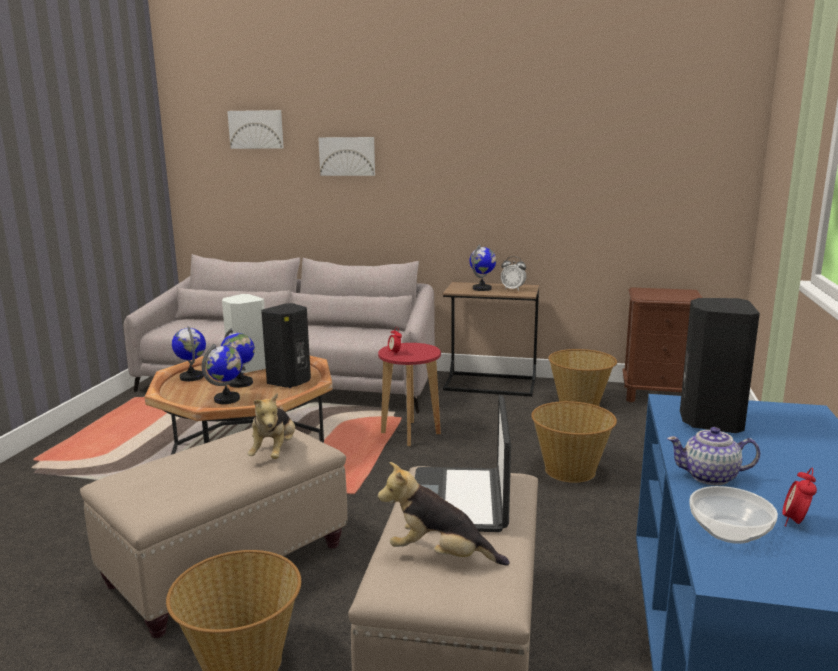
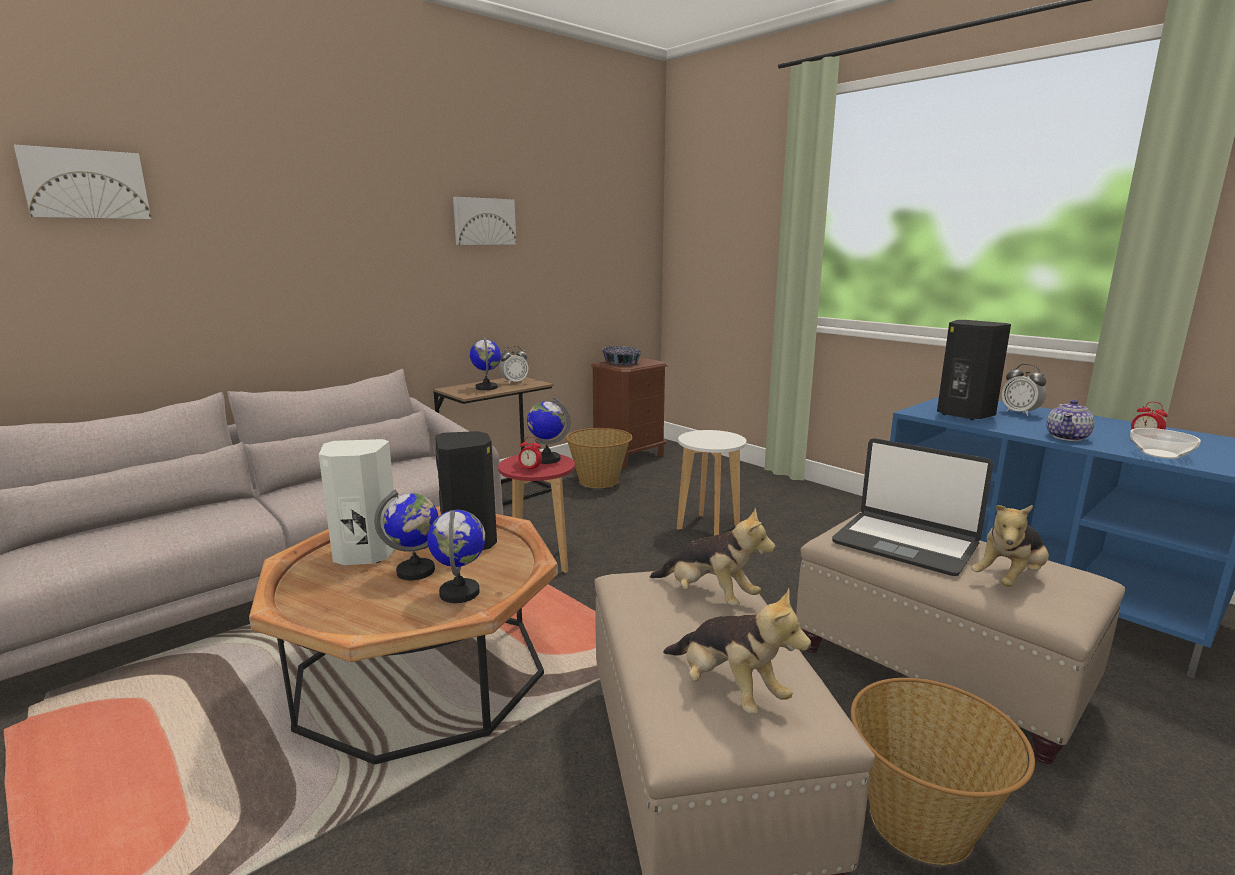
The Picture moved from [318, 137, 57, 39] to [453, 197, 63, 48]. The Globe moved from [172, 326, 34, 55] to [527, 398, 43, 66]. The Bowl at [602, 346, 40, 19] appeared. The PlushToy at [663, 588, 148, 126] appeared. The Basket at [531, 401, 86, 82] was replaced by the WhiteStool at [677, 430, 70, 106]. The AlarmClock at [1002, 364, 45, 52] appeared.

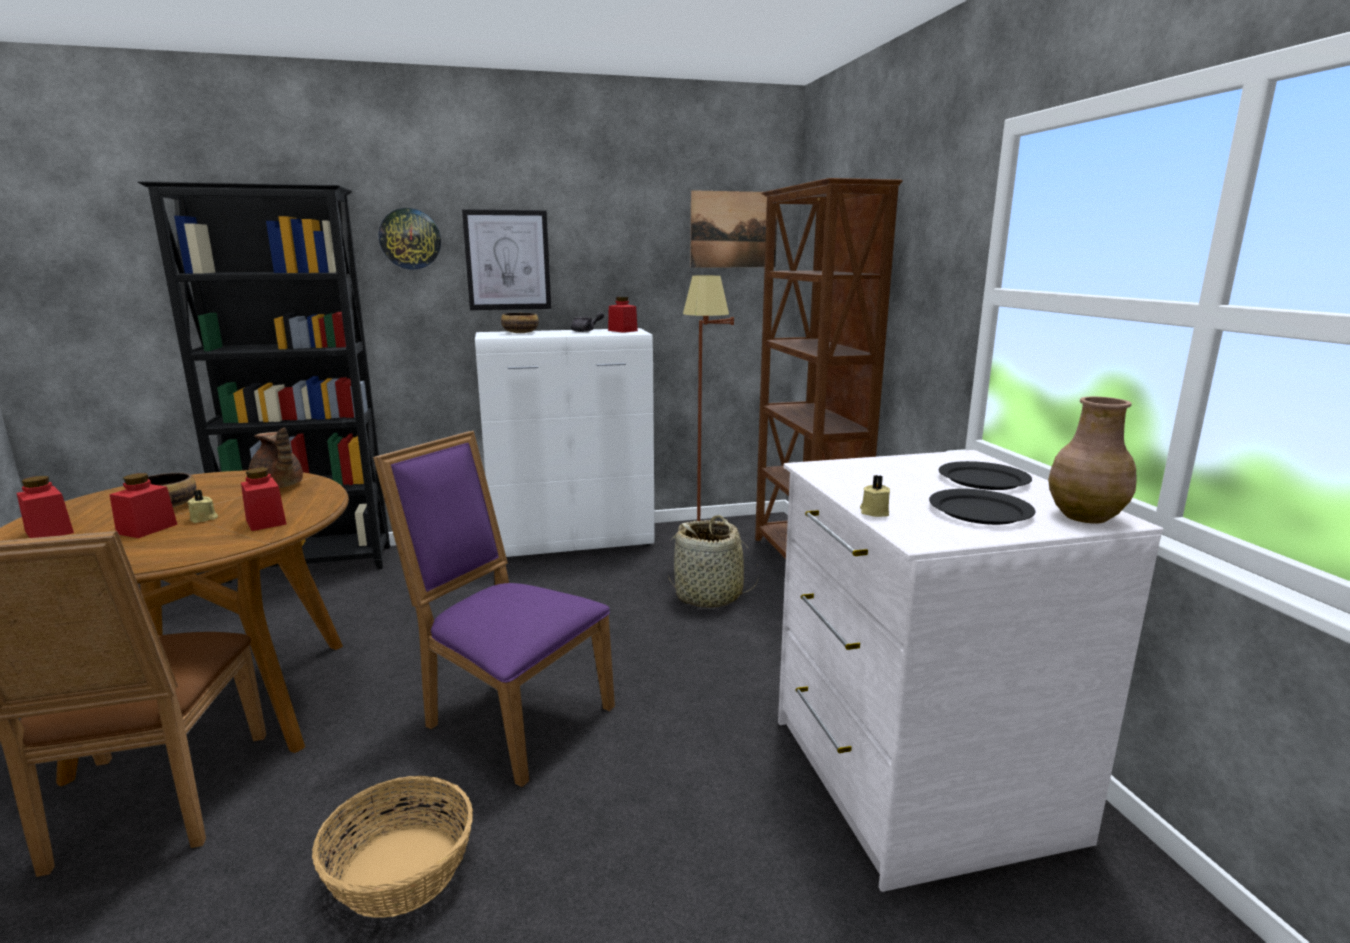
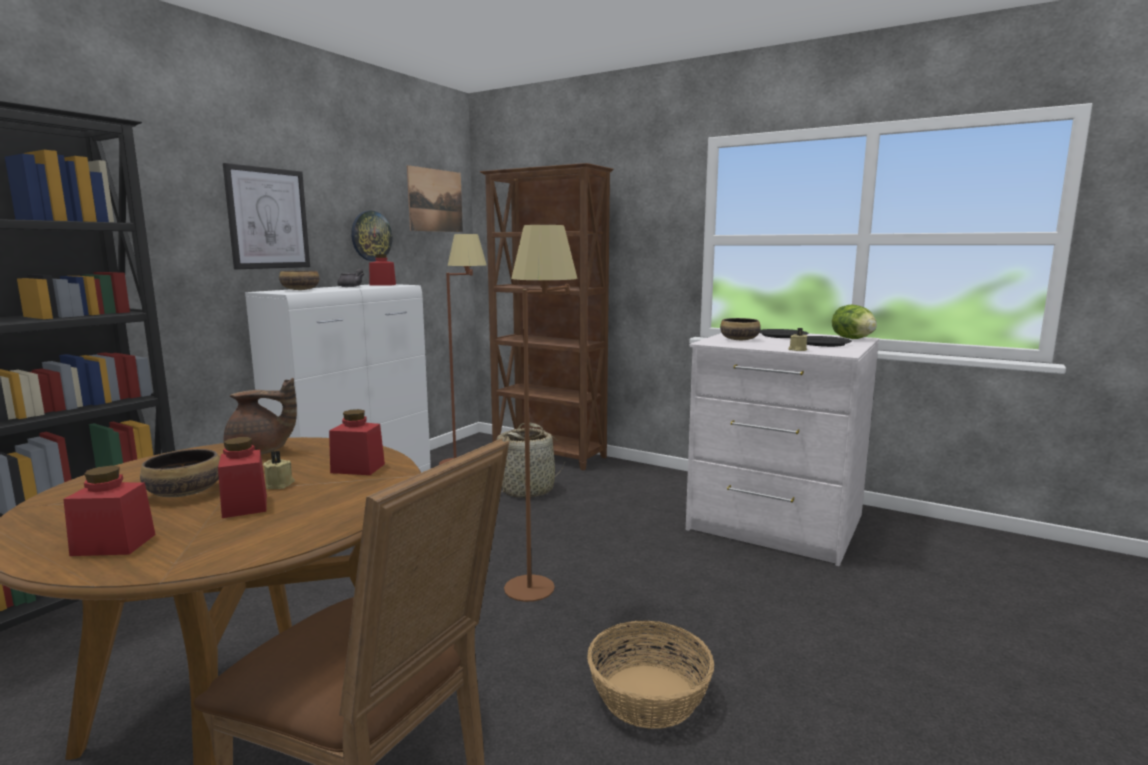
The WallClock moved from [379, 208, 62, 62] to [351, 211, 41, 50]. The PurpleChair at [373, 431, 242, 356] was replaced by the BrownFloorLamp at [504, 225, 74, 377]. The Bowl at [720, 318, 41, 22] appeared. The BrownVase at [1048, 397, 89, 127] was replaced by the Lettuce at [832, 305, 45, 34].

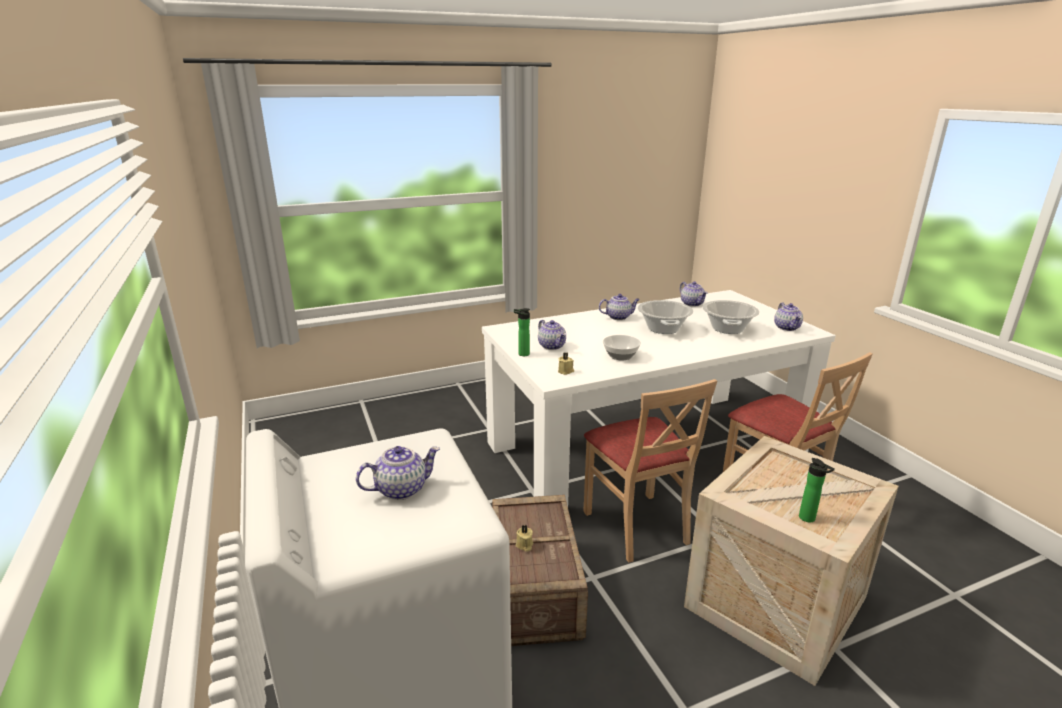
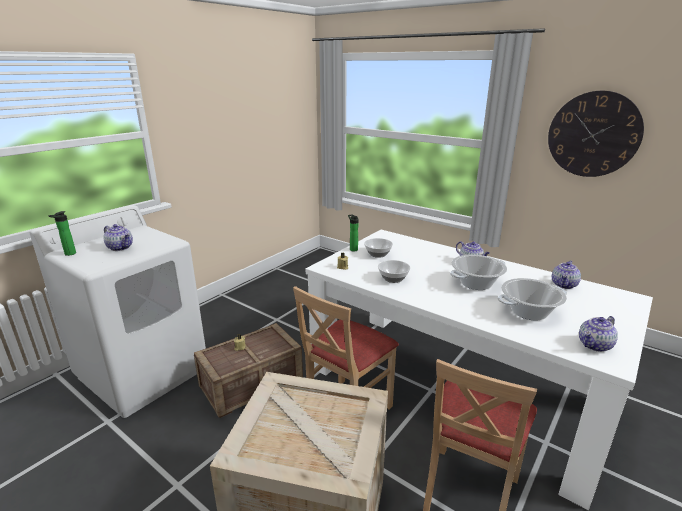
The Bottle moved from [799, 458, 36, 65] to [48, 211, 28, 45]. The Teapot at [538, 320, 28, 30] was replaced by the Bowl at [364, 238, 29, 20]. The WallClock at [548, 91, 96, 86] appeared.

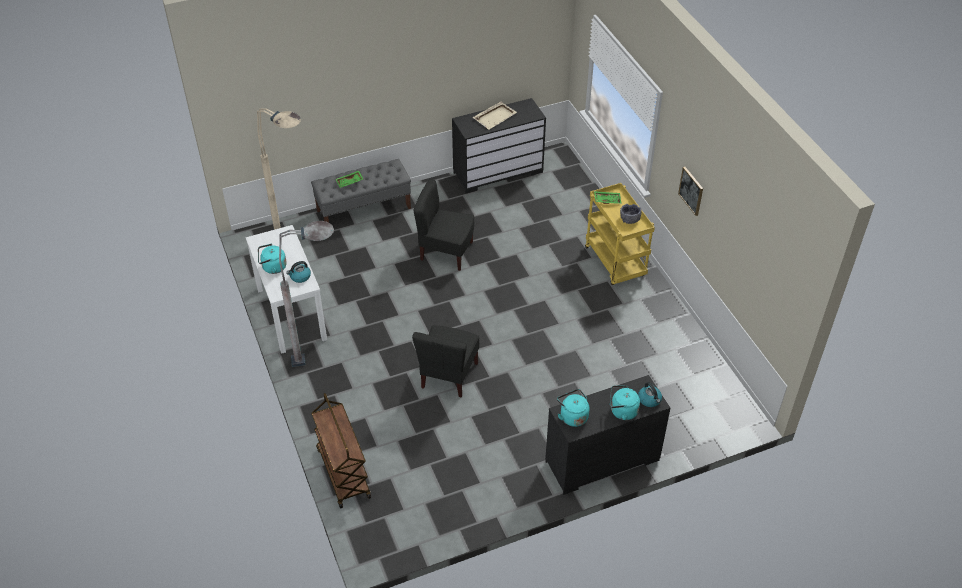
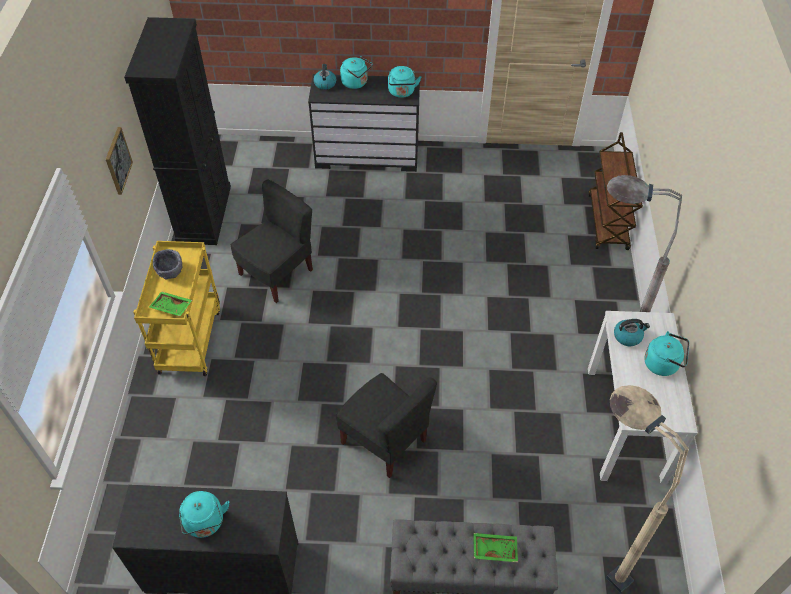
The BlackCabinet at [124, 17, 107, 228] appeared. The BeigeTray at [473, 102, 44, 28] was replaced by the TurquoiseKettle at [179, 491, 51, 47]. The BlackChair moved from [412, 325, 67, 72] to [231, 180, 82, 123].

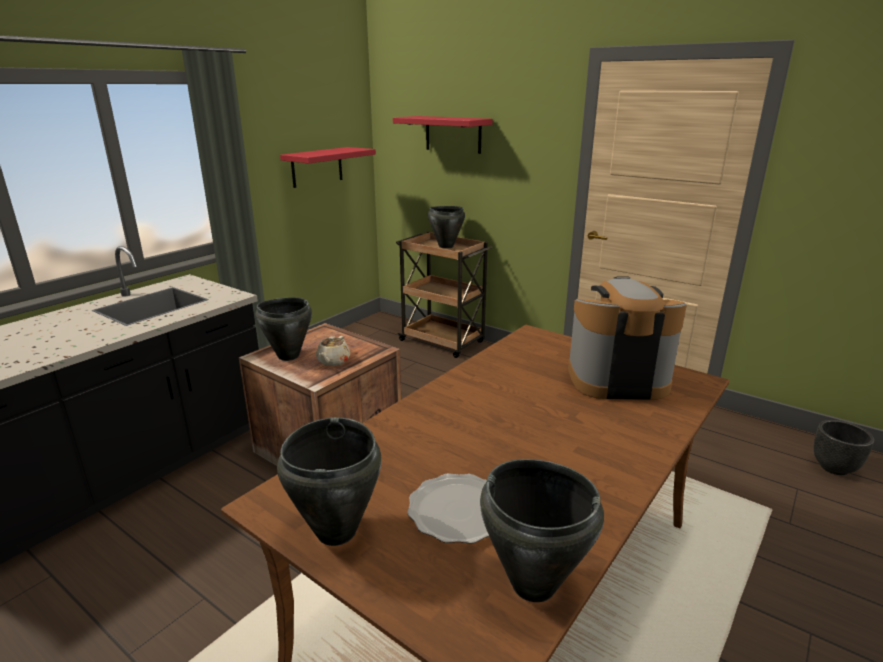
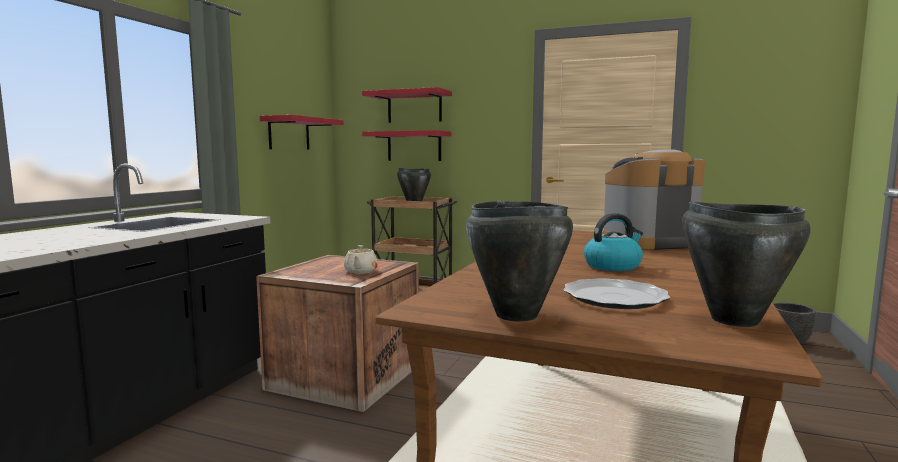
The RedShelf at [362, 130, 89, 31] appeared. The Kettle at [584, 213, 59, 58] appeared. The BlackCookingPot at [255, 298, 57, 63] disappeared.

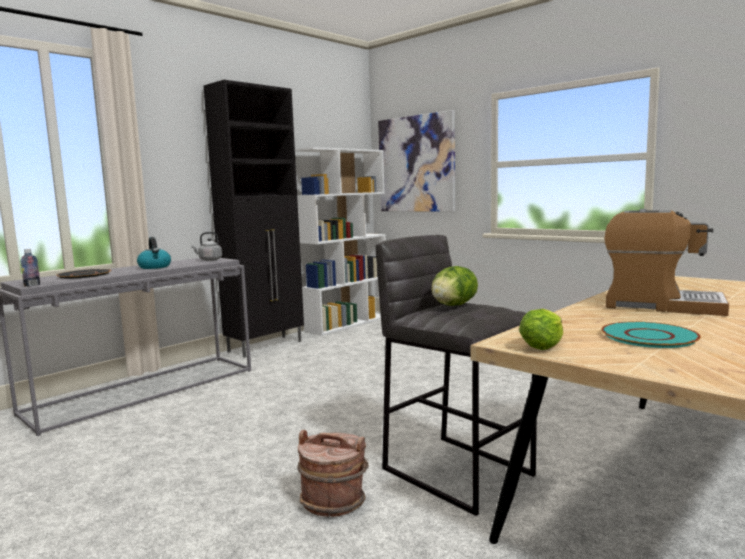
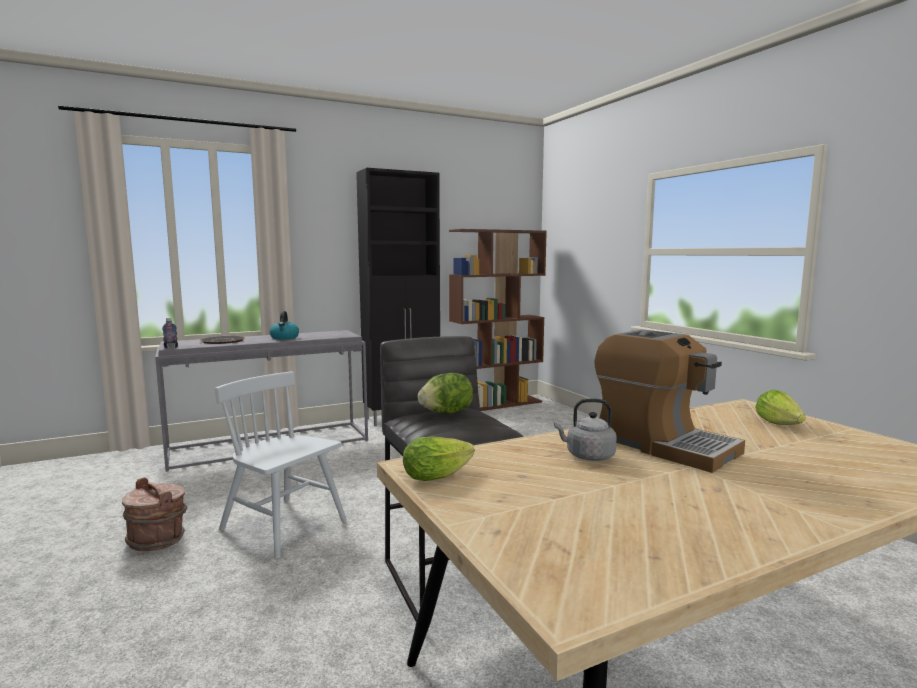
The BrownBucket moved from [297, 430, 72, 87] to [122, 477, 66, 74]. The WhiteChair at [215, 371, 132, 188] appeared. The WhiteBookcase at [295, 147, 91, 189] became the BrownBookcase at [449, 229, 98, 182]. The GreyKettle moved from [191, 232, 31, 29] to [554, 399, 63, 62]. The Lettuce at [755, 390, 51, 35] appeared. The Picture at [378, 110, 77, 102] disappeared. The TurquoisePlate at [601, 322, 100, 26] disappeared.

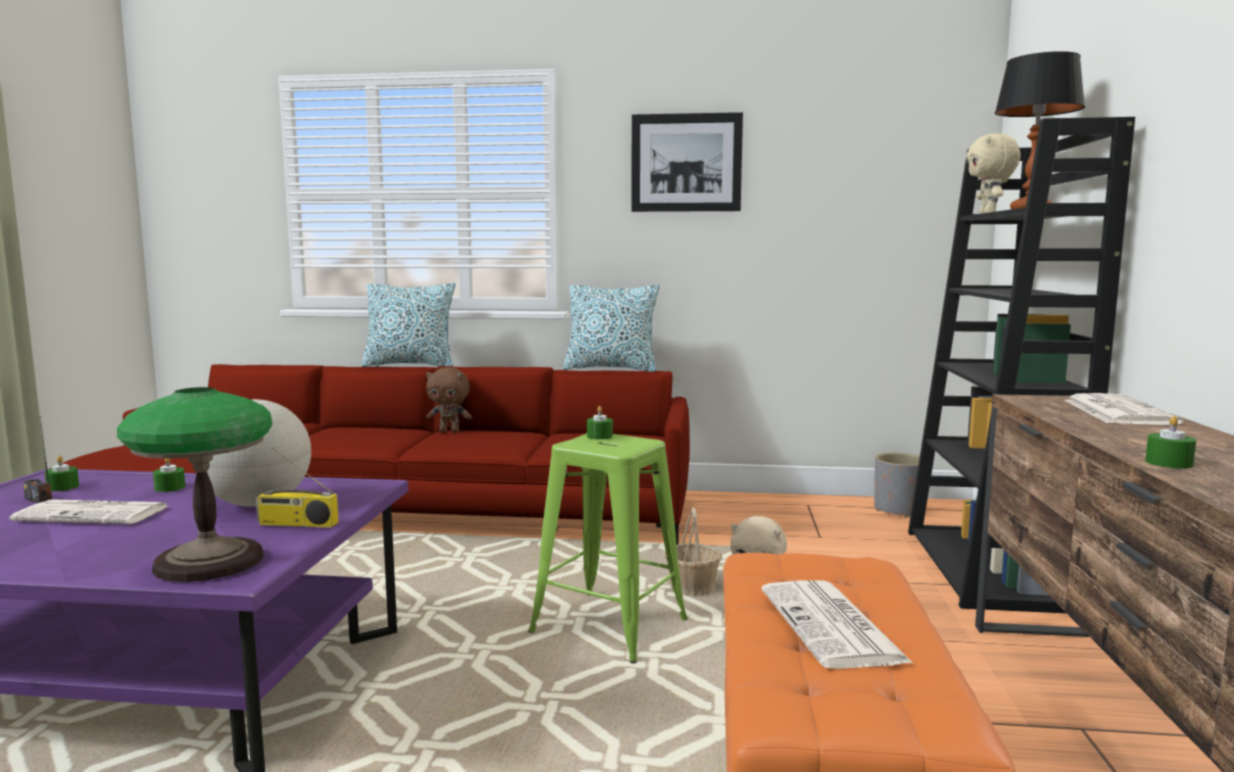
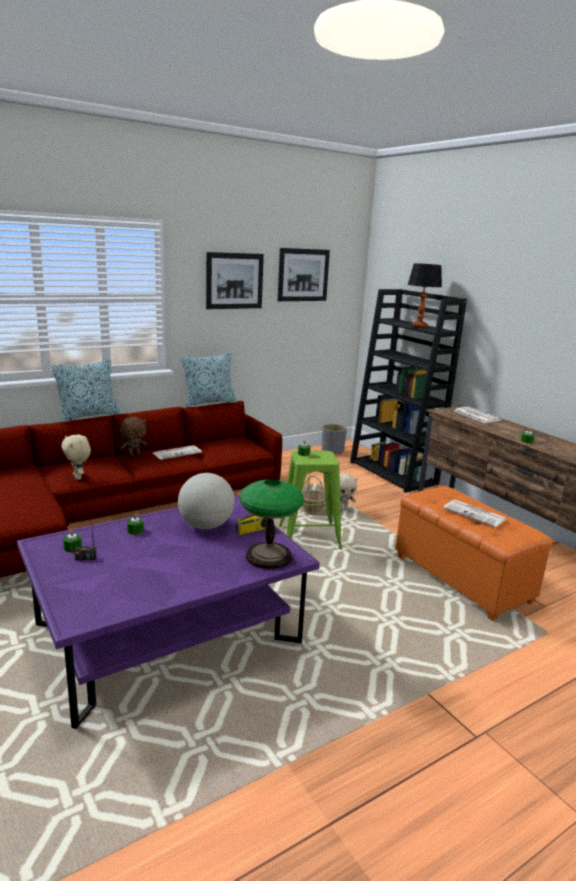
The BeigePlushToy moved from [966, 133, 55, 81] to [61, 435, 30, 45]. The Newspaper moved from [10, 499, 158, 25] to [153, 445, 49, 15]. The Picture at [278, 248, 52, 53] appeared.

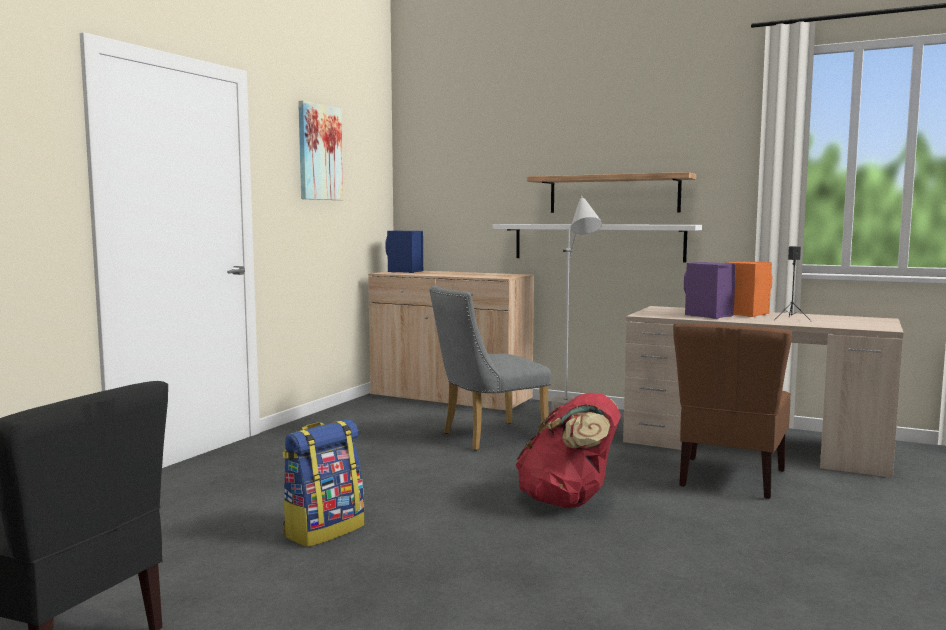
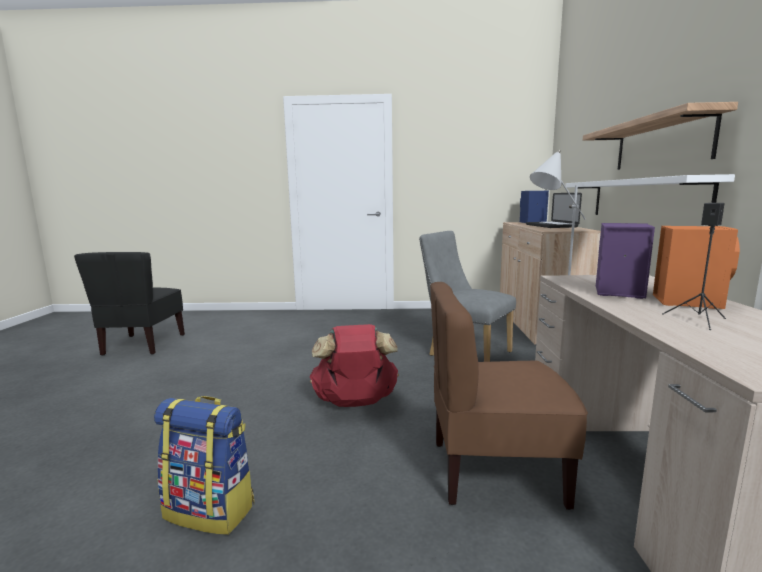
The Backpack moved from [282, 419, 83, 128] to [154, 396, 100, 139]. The Laptop at [526, 193, 56, 35] appeared. The Picture at [298, 100, 45, 100] disappeared.

